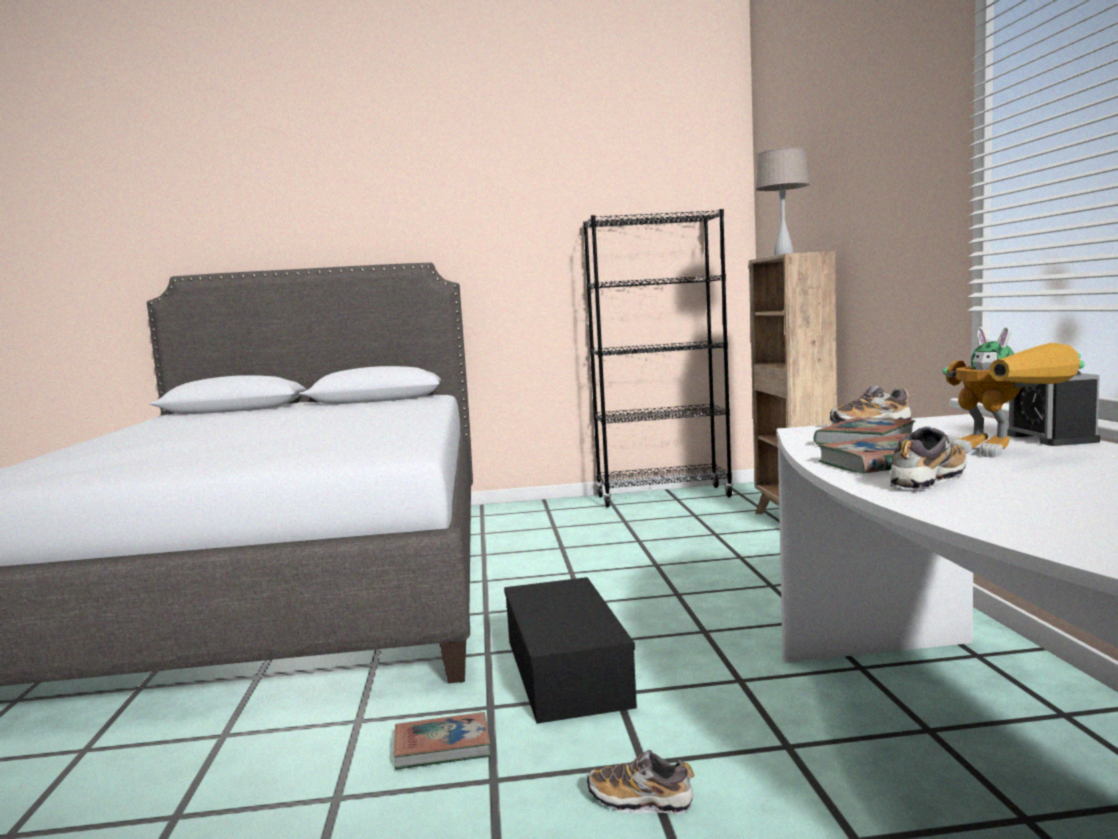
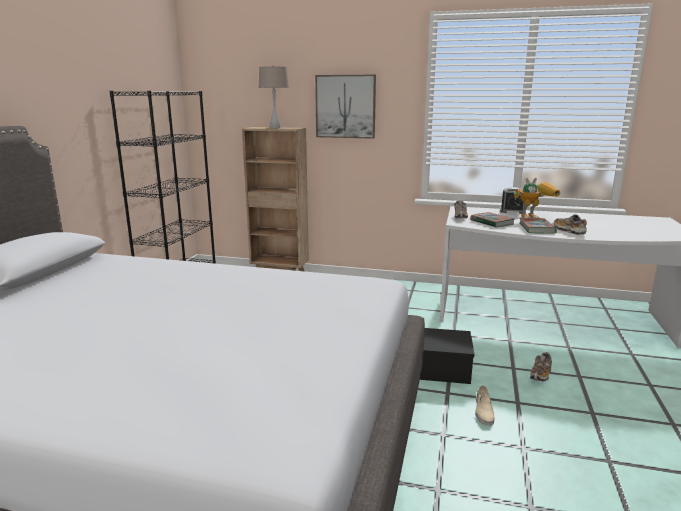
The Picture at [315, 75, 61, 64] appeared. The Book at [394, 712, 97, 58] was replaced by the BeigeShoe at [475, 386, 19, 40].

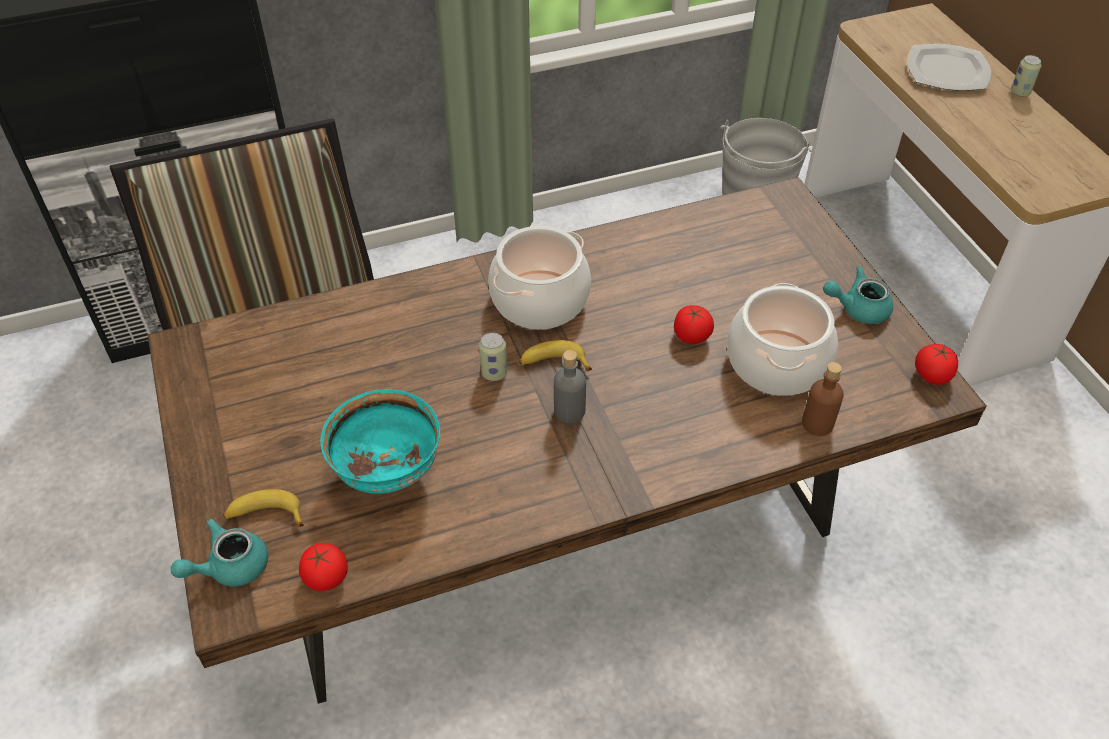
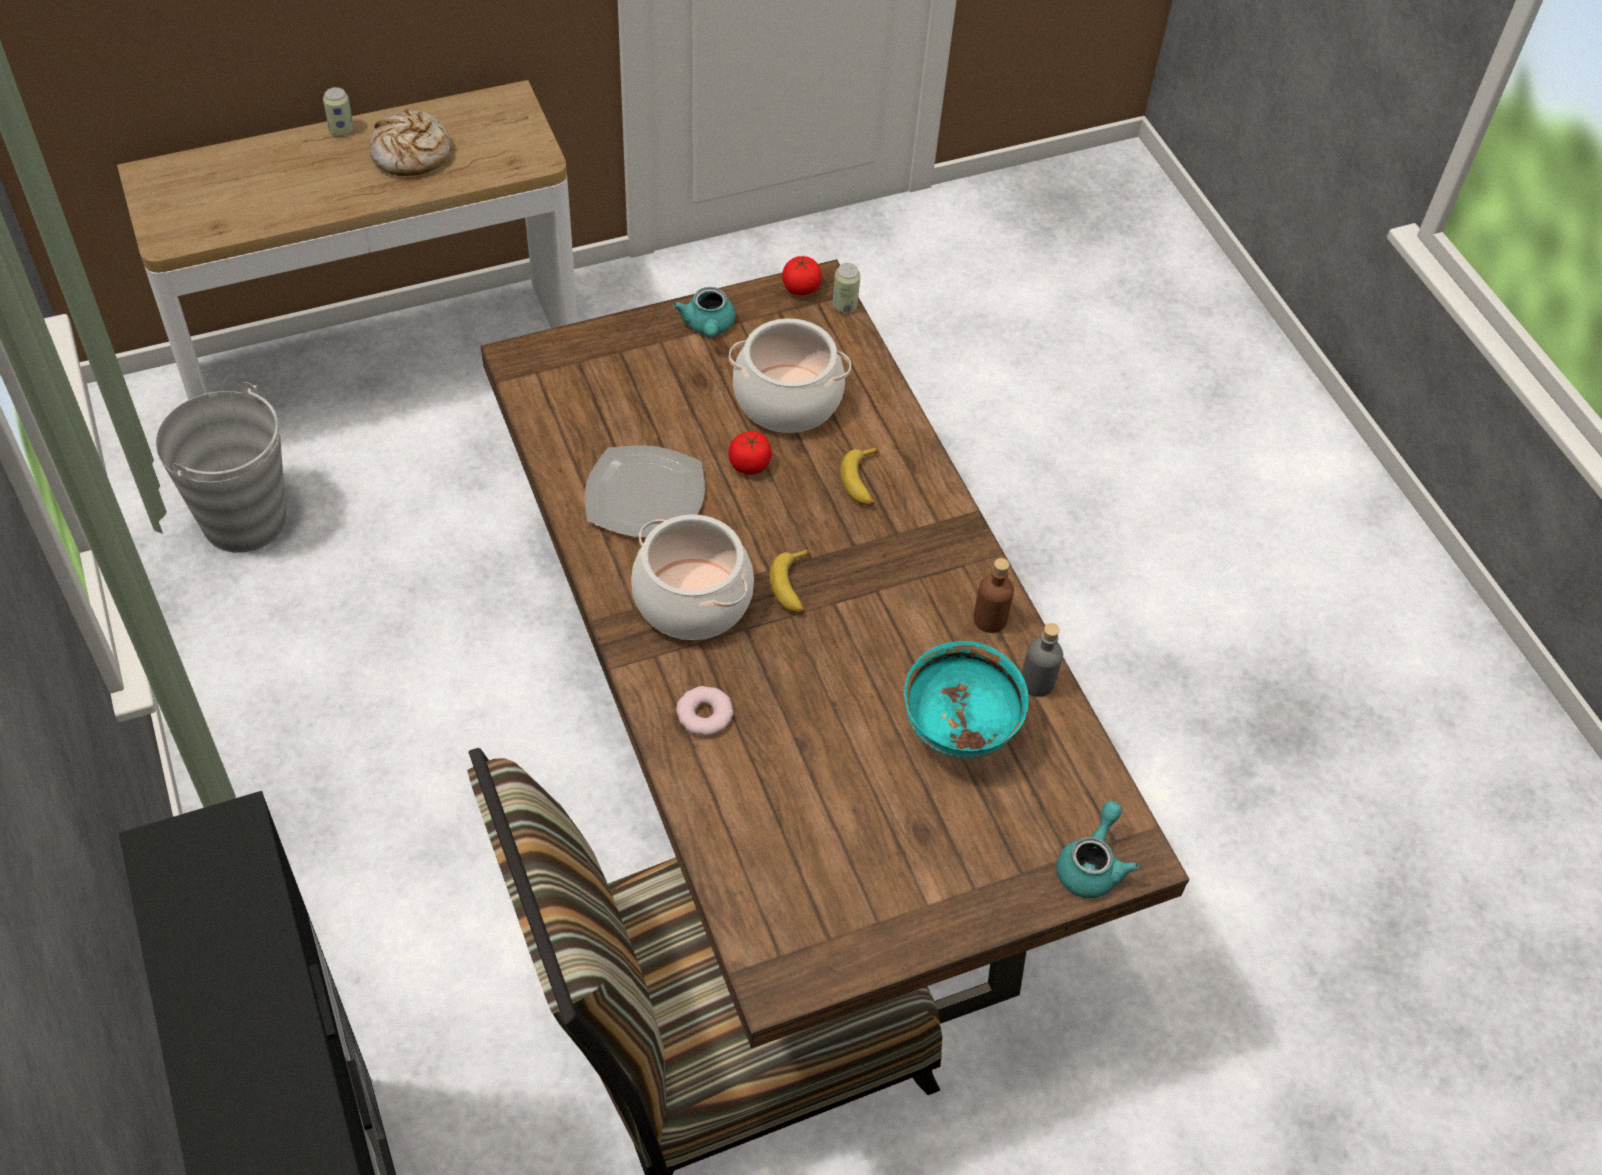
The Bread at [369, 108, 82, 68] appeared. The Plate moved from [907, 44, 84, 47] to [585, 446, 120, 92]. The Donut at [676, 686, 58, 50] appeared. The Can moved from [479, 333, 28, 48] to [833, 263, 27, 50]. The Banana moved from [223, 489, 81, 38] to [840, 446, 38, 60]. The BrownBottle moved from [802, 362, 42, 74] to [973, 558, 41, 75]. The GreyBottle moved from [554, 350, 32, 73] to [1021, 623, 42, 74]. The TurquoiseTeapot at [171, 519, 97, 67] turned 120 degrees counterclockwise. The Tomato at [299, 543, 49, 48] disappeared.

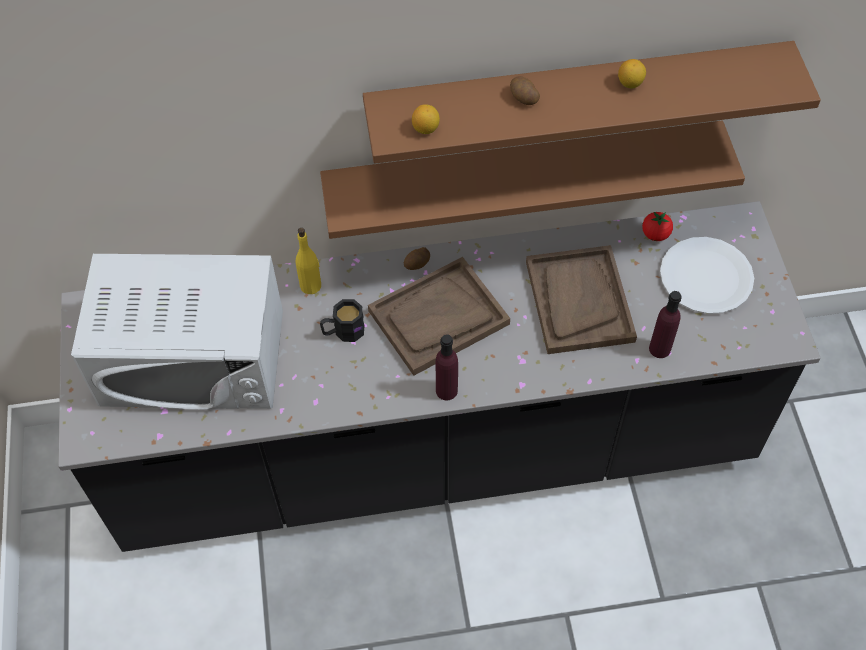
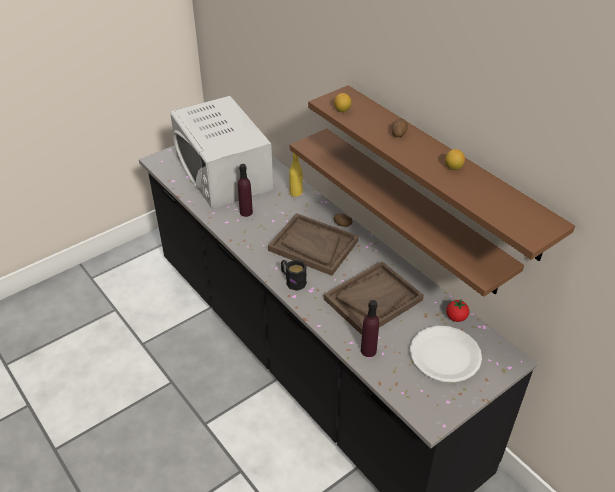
The PurpleBottle moved from [436, 334, 22, 66] to [238, 164, 15, 53]. The BlackMug moved from [320, 299, 45, 43] to [281, 260, 26, 31].

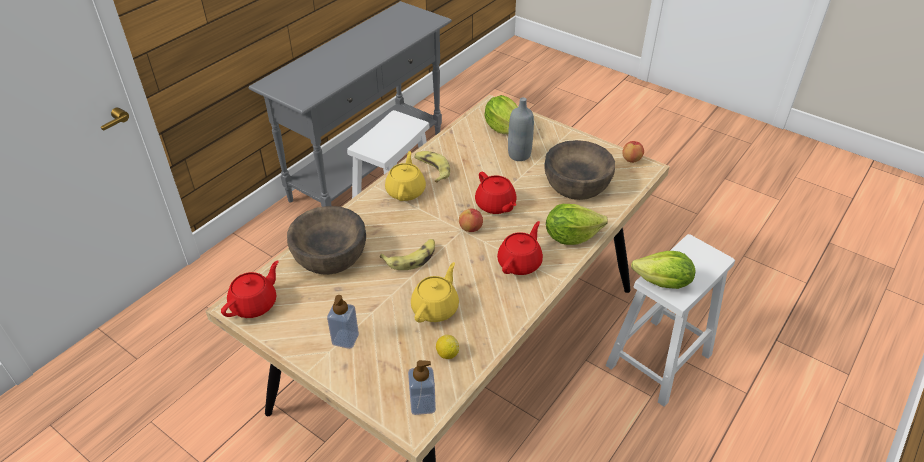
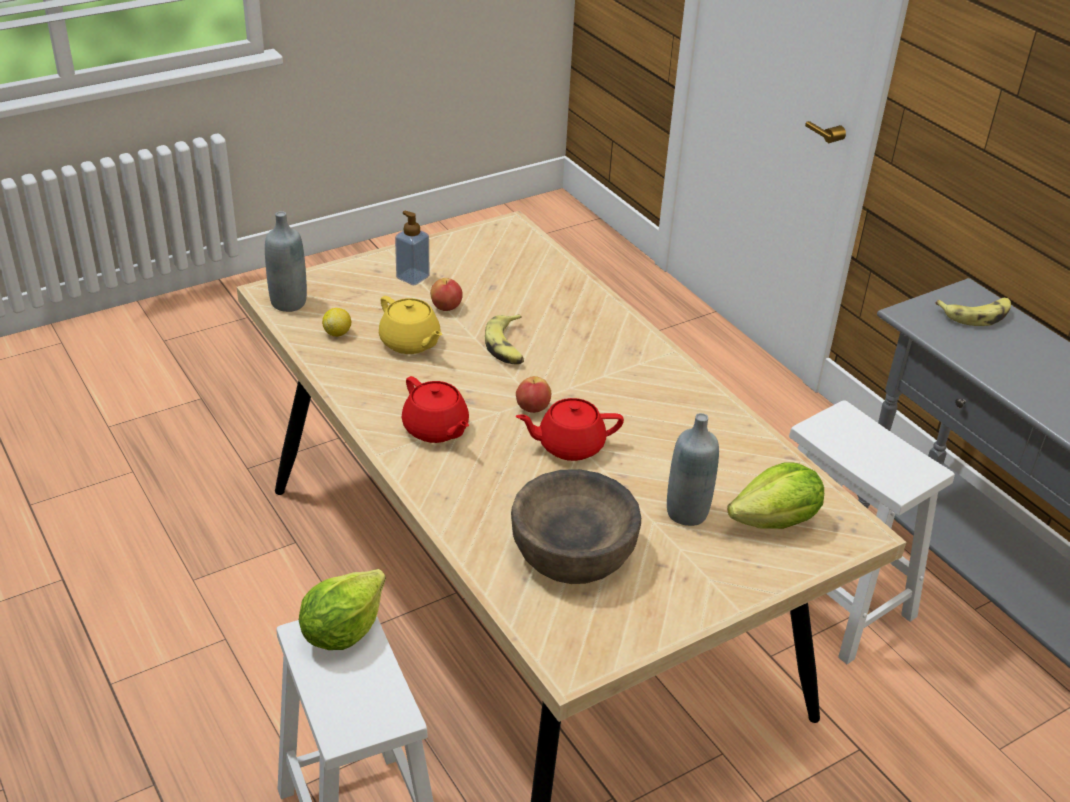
The SoapDispenser at [408, 360, 28, 55] was replaced by the GreyBottle at [265, 211, 42, 101]. The Apple moved from [622, 141, 22, 22] to [430, 278, 33, 33]. The Banana moved from [414, 151, 36, 32] to [935, 298, 76, 28]. The RedTeapot at [221, 260, 58, 58] disappeared. The BrownBowl at [287, 206, 79, 69] disappeared. The YellowTeapot at [385, 151, 41, 50] disappeared. The Lettuce at [546, 204, 62, 41] disappeared.

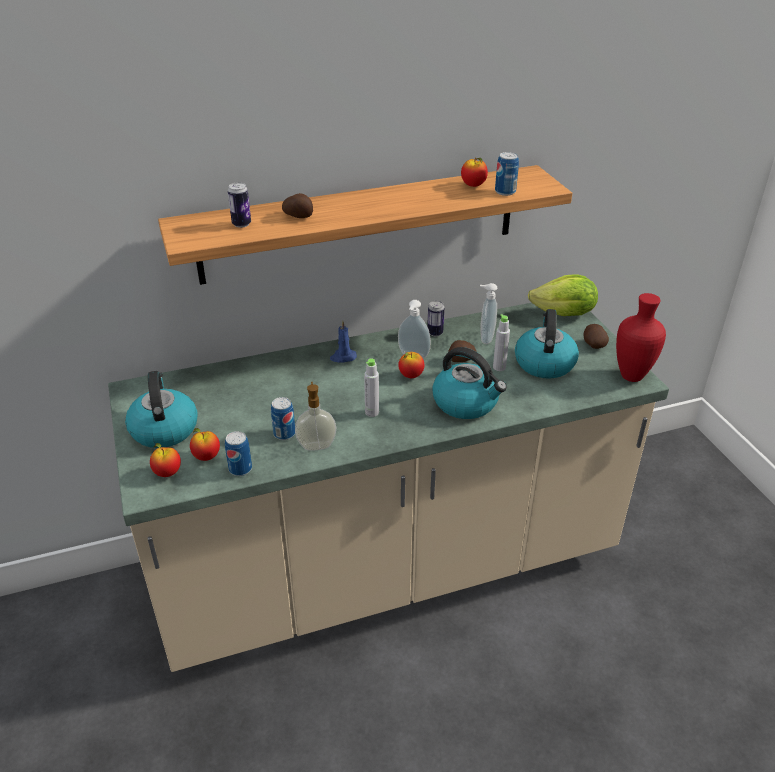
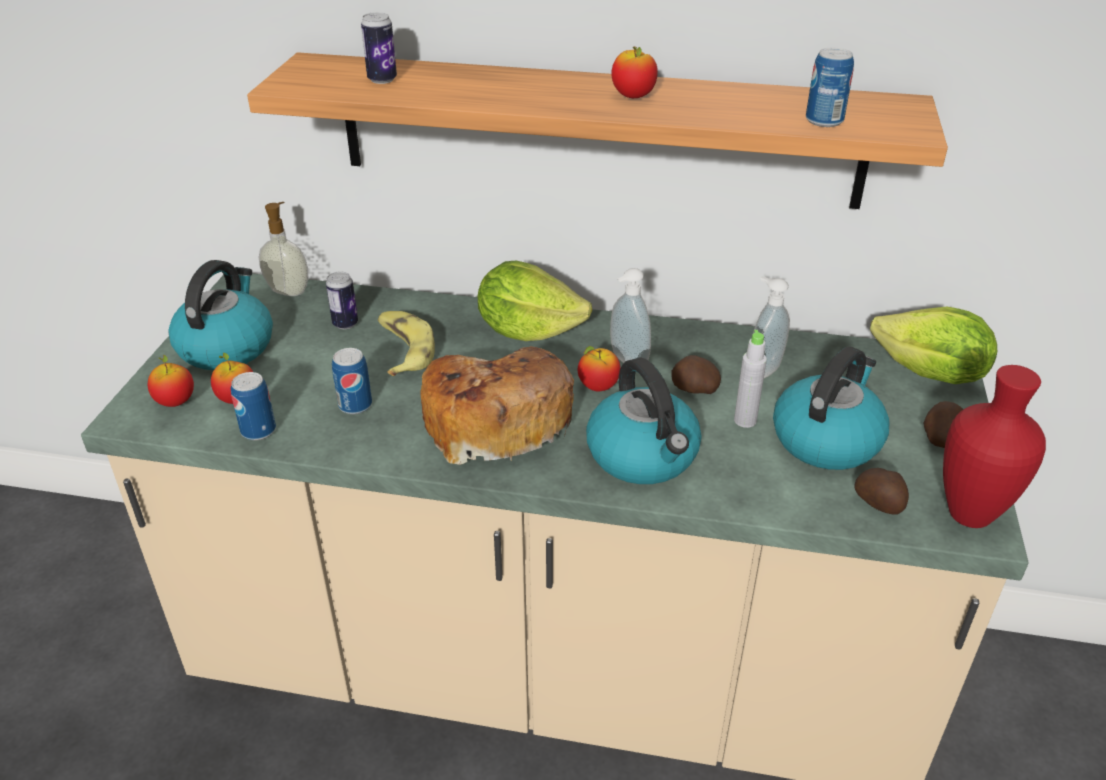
The SoapDispenser moved from [295, 382, 41, 69] to [259, 202, 49, 94]. The Can moved from [427, 301, 17, 35] to [326, 272, 32, 57]. The Banana at [378, 311, 57, 65] appeared. The GreyBottle at [364, 358, 15, 59] was replaced by the Bread at [420, 347, 154, 118]. The BlueCandle at [330, 320, 27, 43] was replaced by the Lettuce at [478, 261, 114, 80]. The Apple moved from [461, 158, 27, 29] to [611, 47, 47, 51]. The Potato moved from [282, 193, 31, 25] to [854, 468, 55, 47].

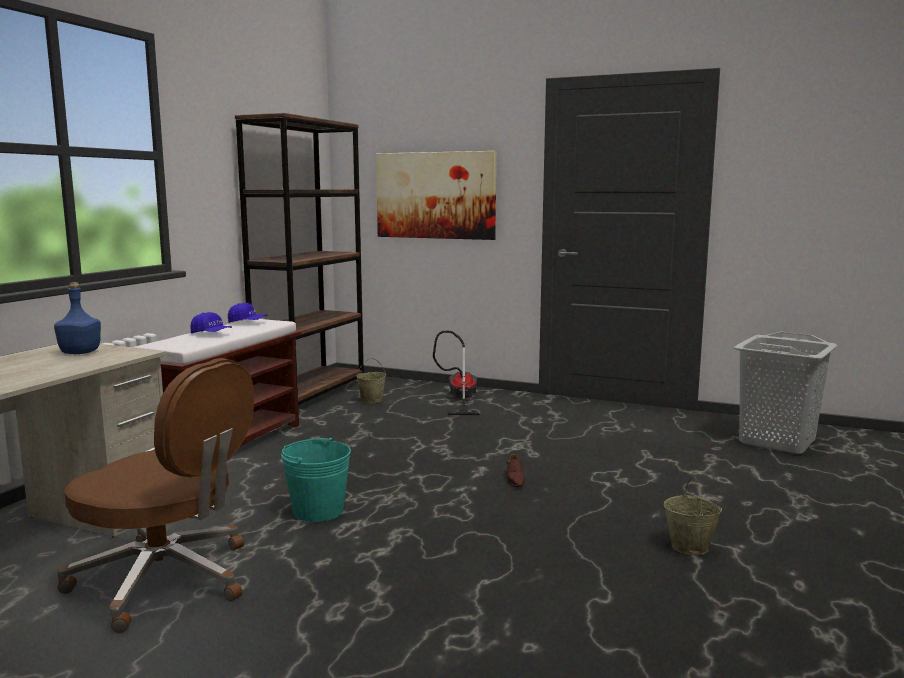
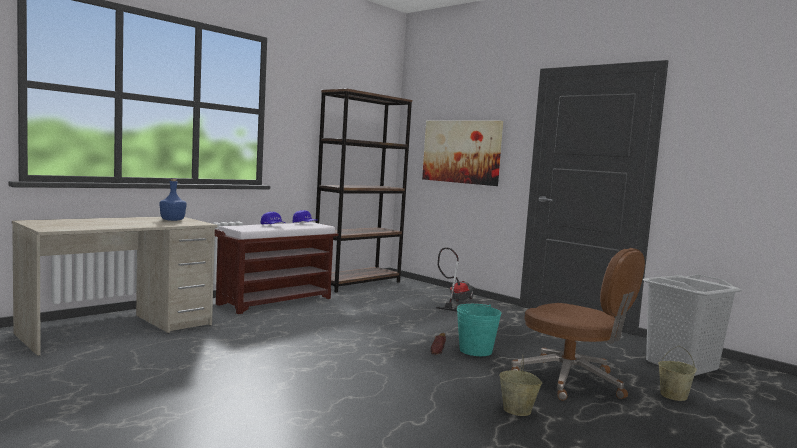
The TurquoiseBucket moved from [281, 437, 70, 85] to [457, 304, 45, 52]. The BrownOfficeChair moved from [57, 358, 197, 275] to [511, 248, 134, 152]. The BeigeBucket moved from [357, 358, 29, 45] to [658, 346, 39, 55].

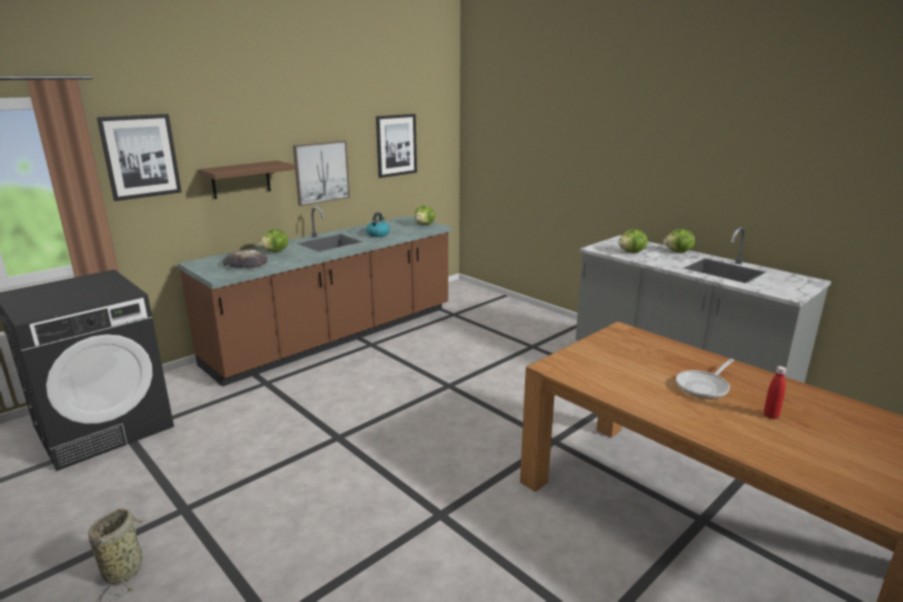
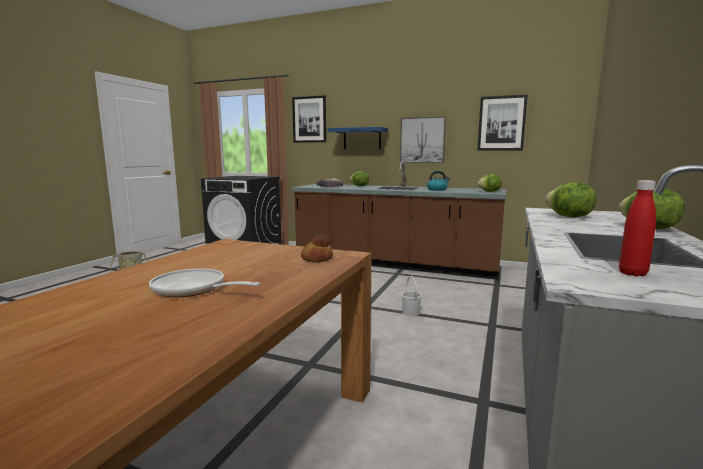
The Bread at [301, 234, 32, 28] appeared. The BrownShelf at [198, 161, 98, 38] became the BlueShelf at [328, 127, 60, 22]. The WhiteBucket at [401, 276, 21, 40] appeared. The RedBottle moved from [764, 366, 23, 53] to [619, 180, 37, 96].

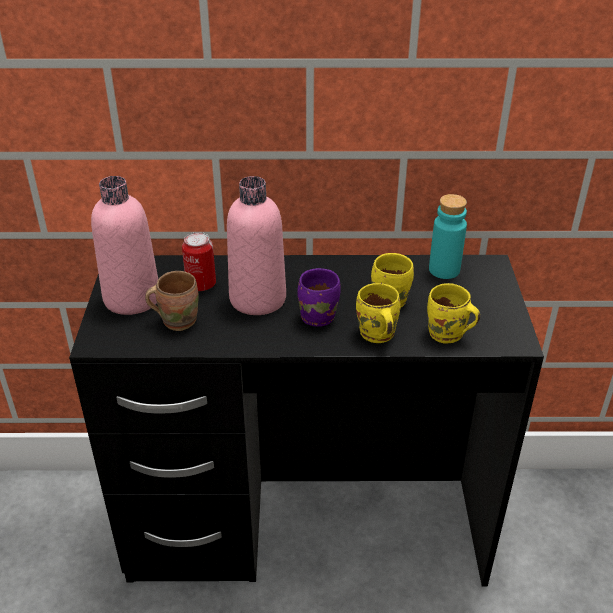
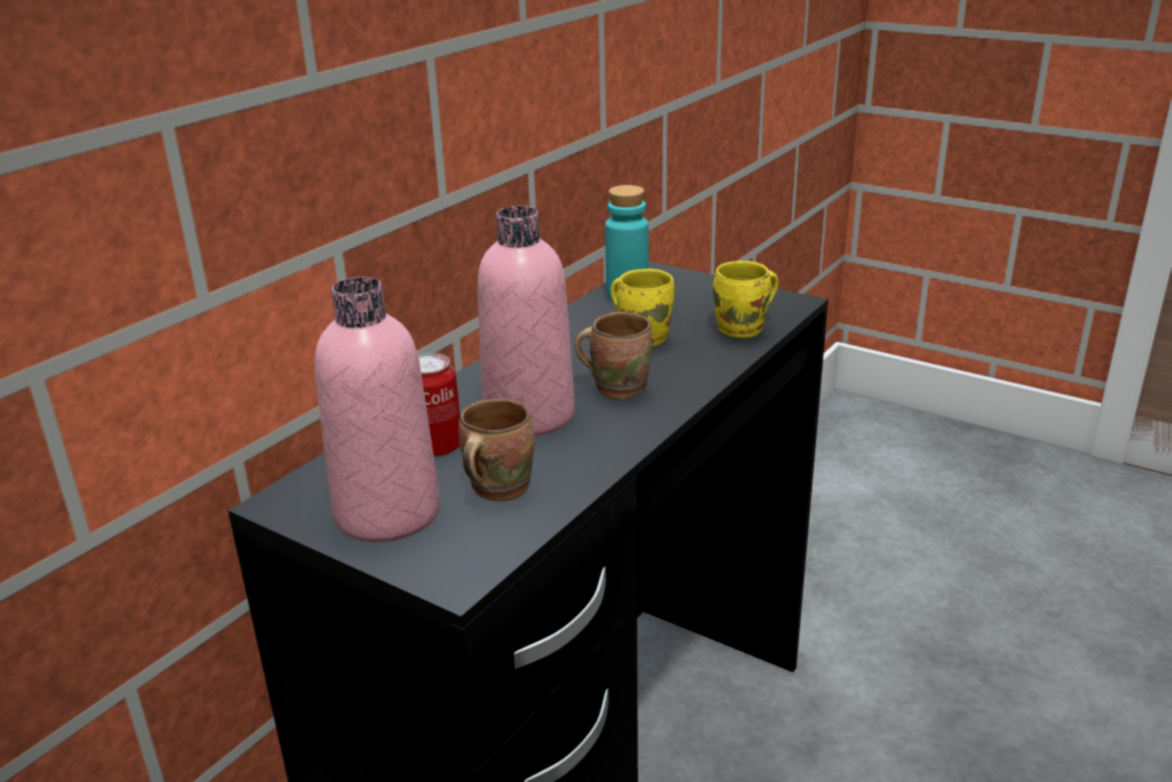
The PurpleMug at [297, 268, 44, 59] became the BrownMug at [575, 312, 78, 88]. The YellowMug at [356, 283, 44, 60] disappeared.

